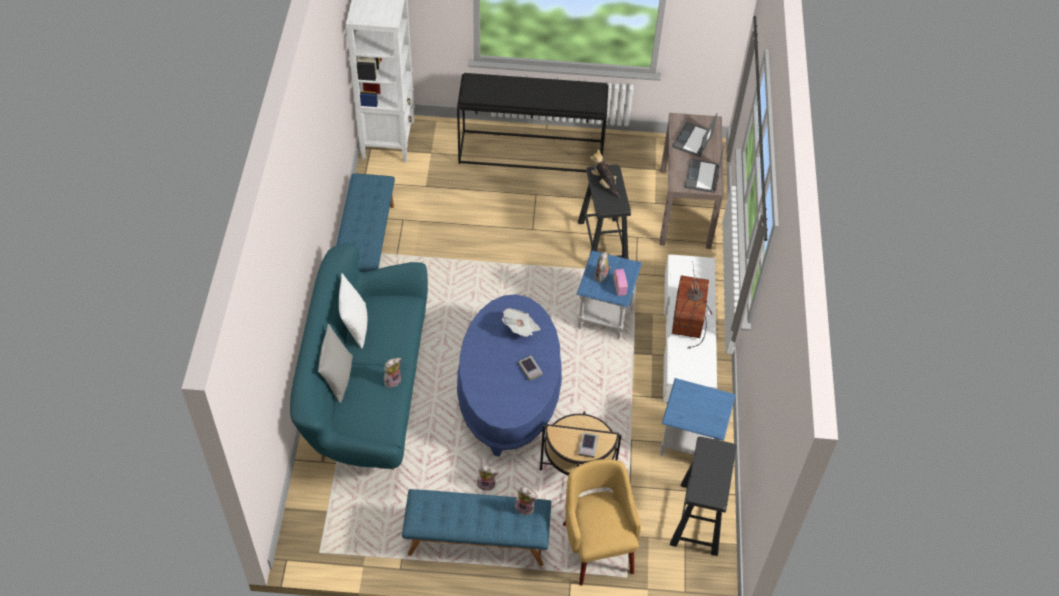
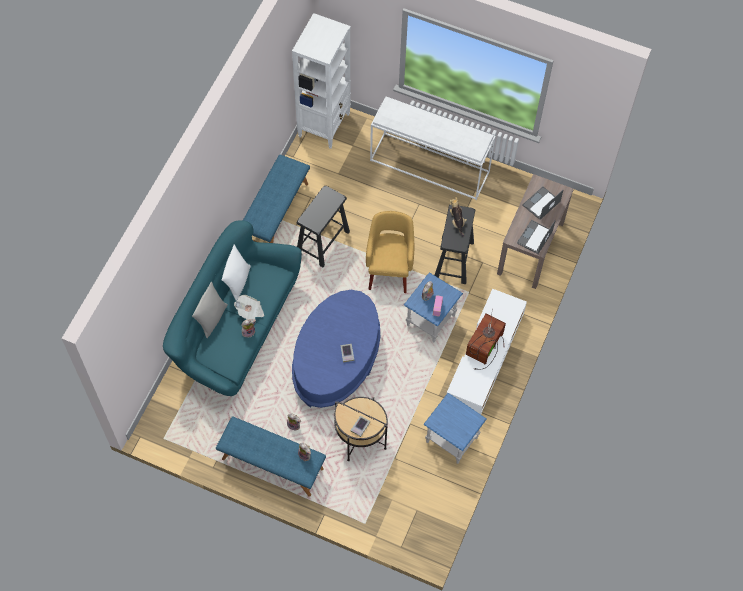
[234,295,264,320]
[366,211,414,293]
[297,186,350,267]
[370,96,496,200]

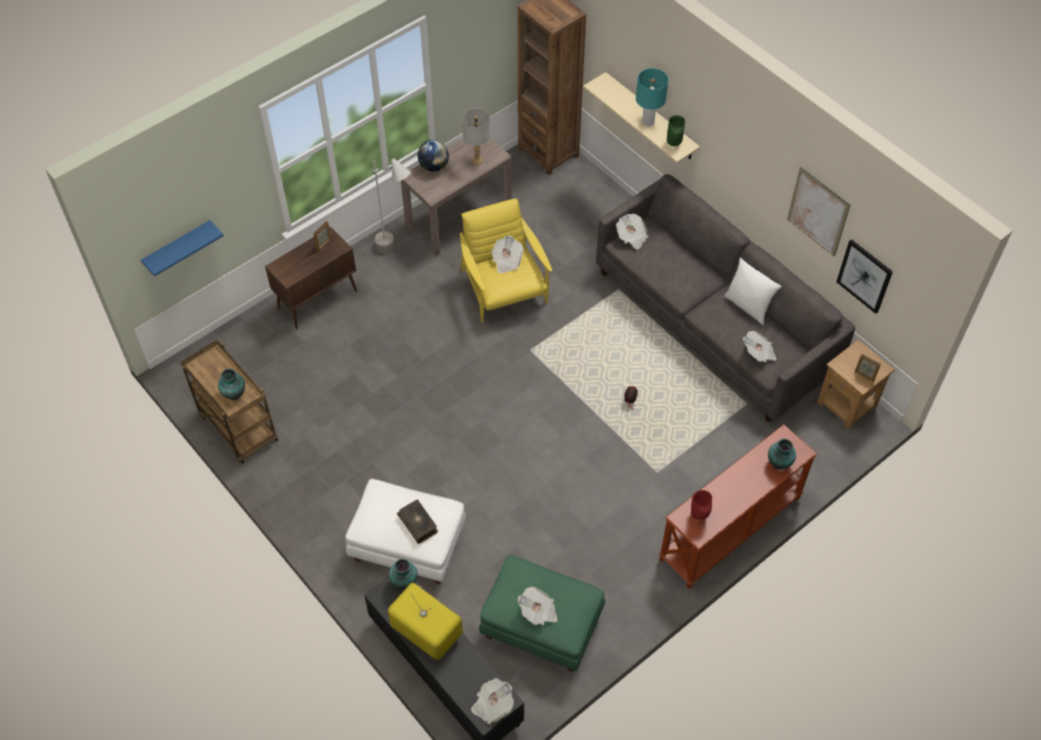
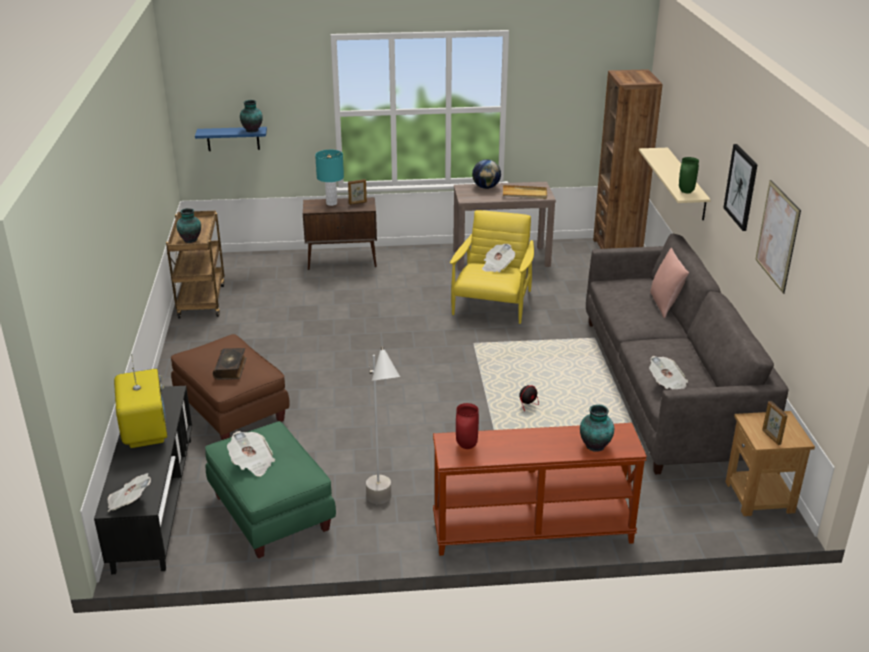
[616,214,649,249] (first image)
[724,257,781,325] (first image)
[650,248,689,318]
[366,346,400,504]
[240,100,263,132]
[315,150,344,206]
[723,144,757,231]
[503,185,547,199]
[171,334,290,440]

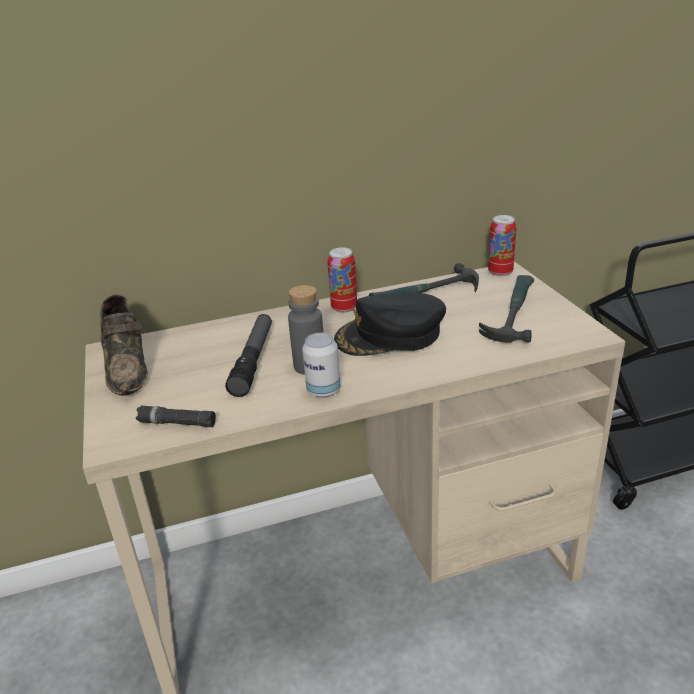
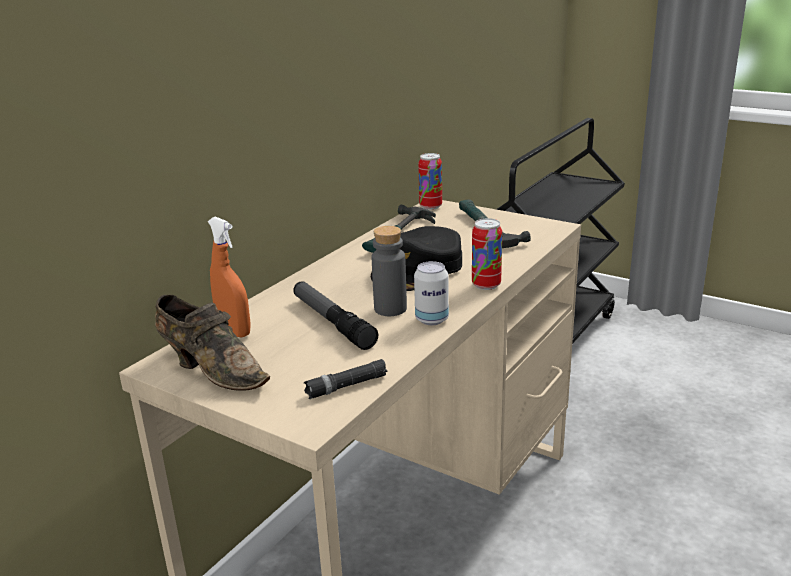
[208,217,251,338]
[472,218,502,290]

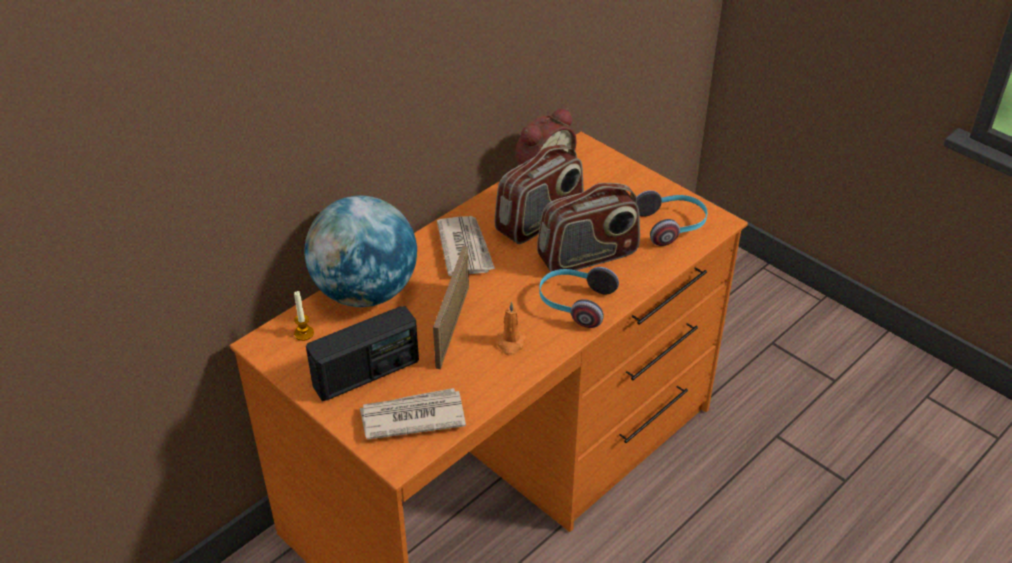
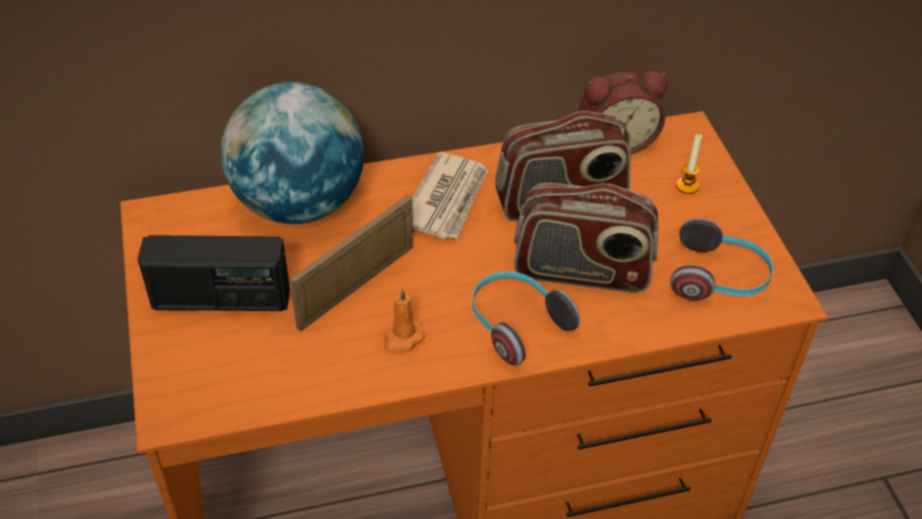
[360,388,466,440] (first image)
[676,134,702,194]

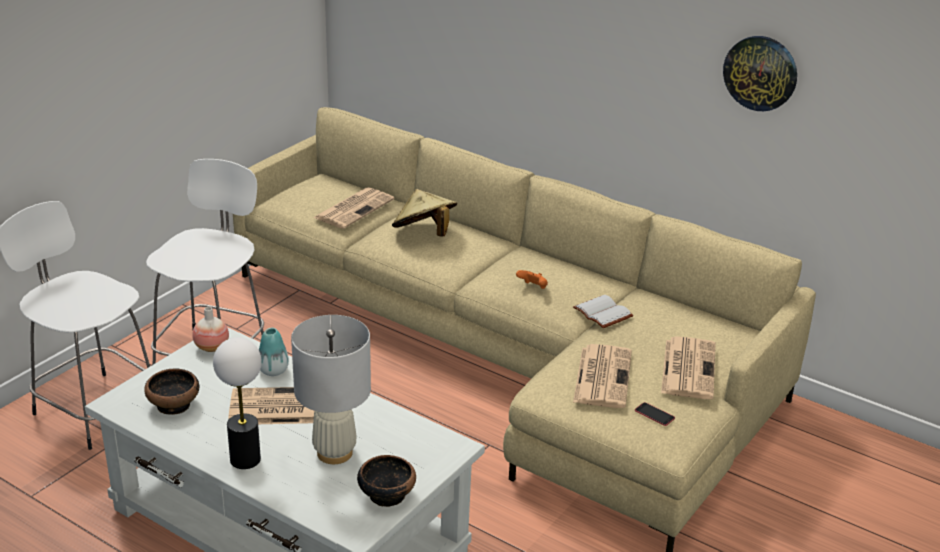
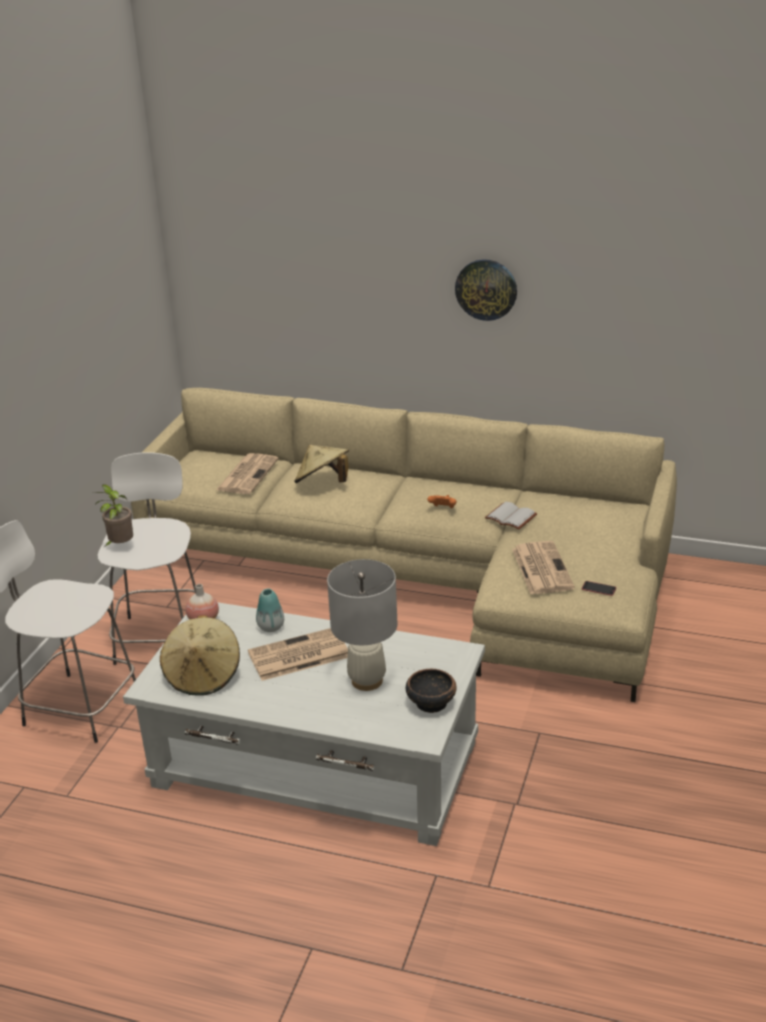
[213,337,262,469] (first image)
[661,336,716,399] (first image)
[91,484,133,547]
[455,259,517,321]
[160,615,240,696]

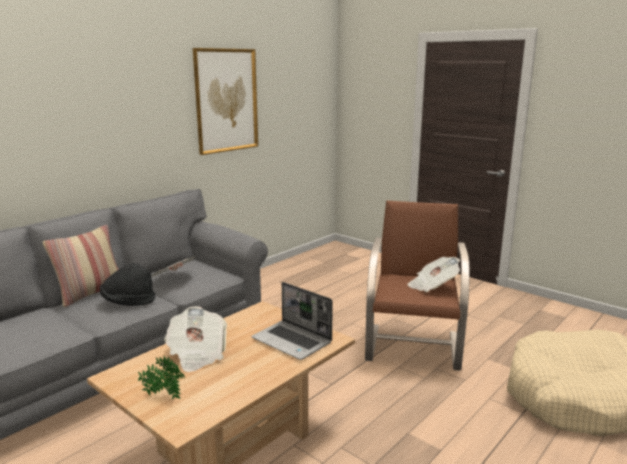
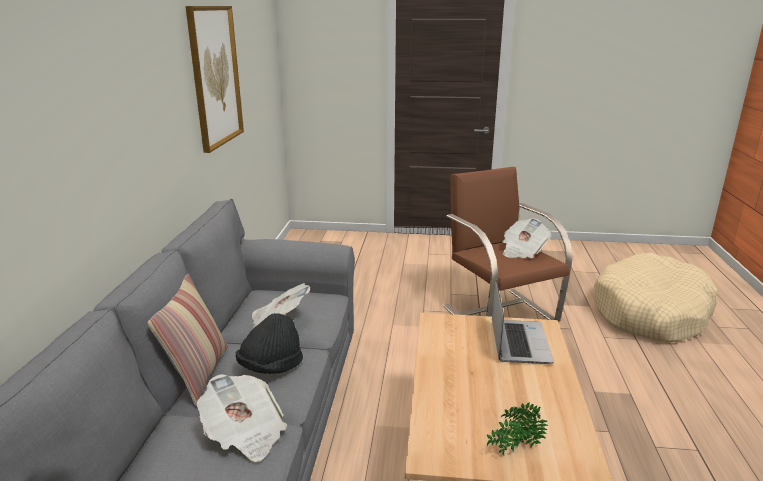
[197,374,287,462]
[492,280,554,364]

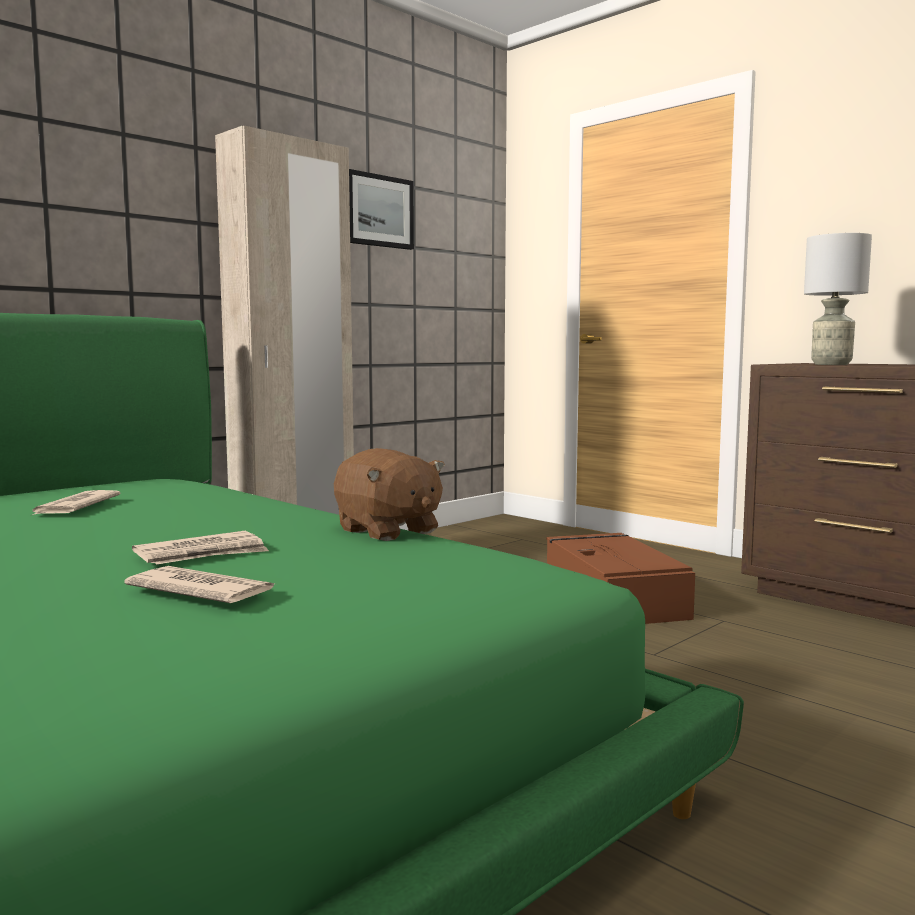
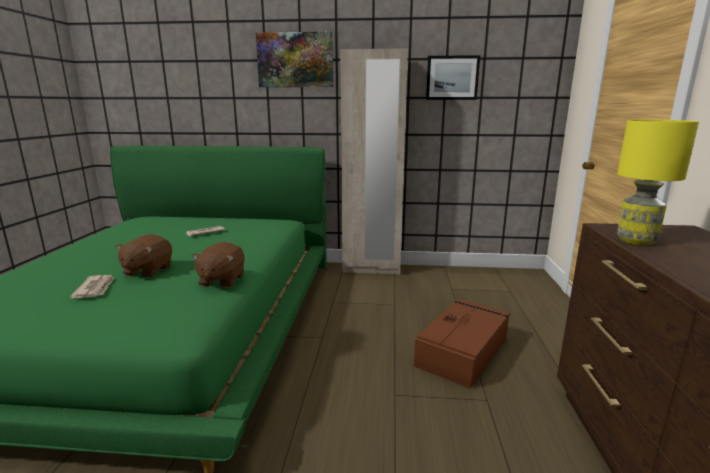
[256,32,333,87]
[115,234,172,278]
[617,120,699,245]

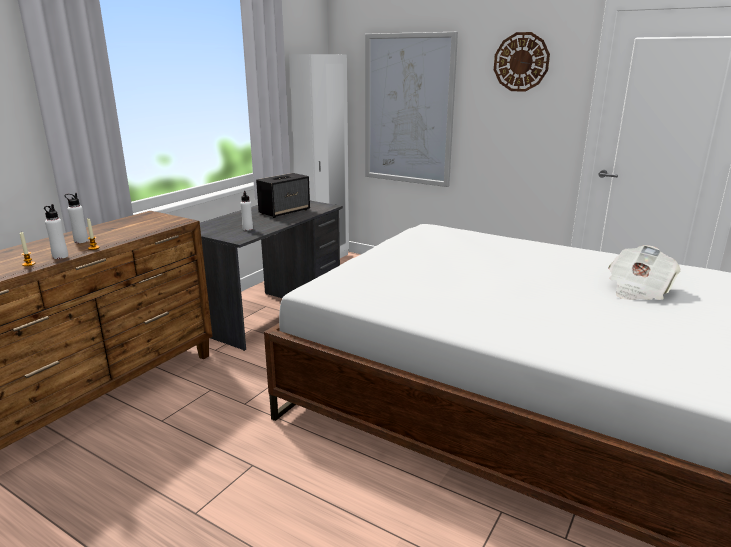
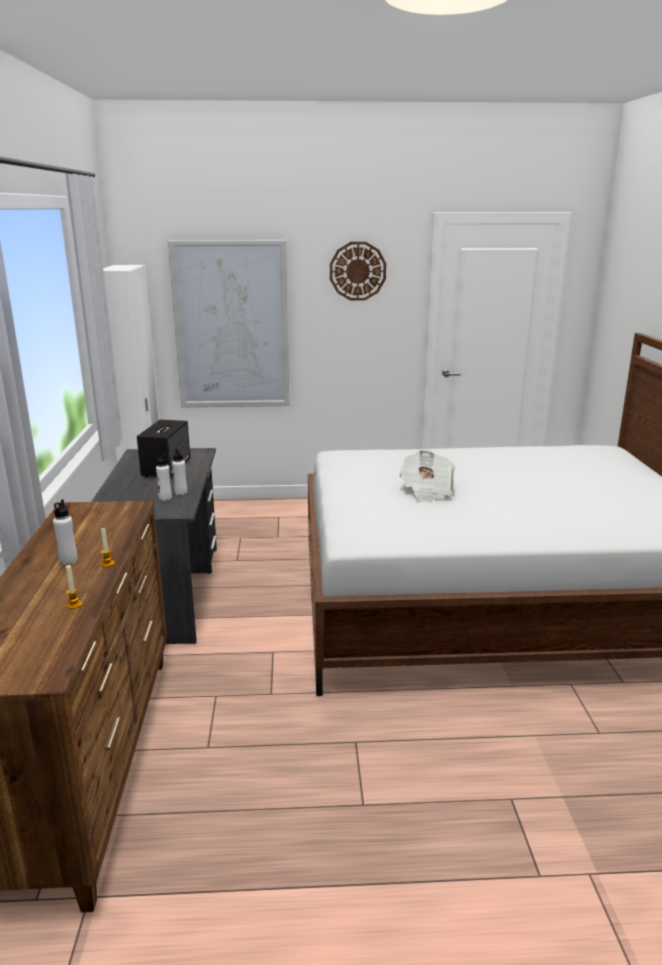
[172,448,187,495]
[400,450,455,502]

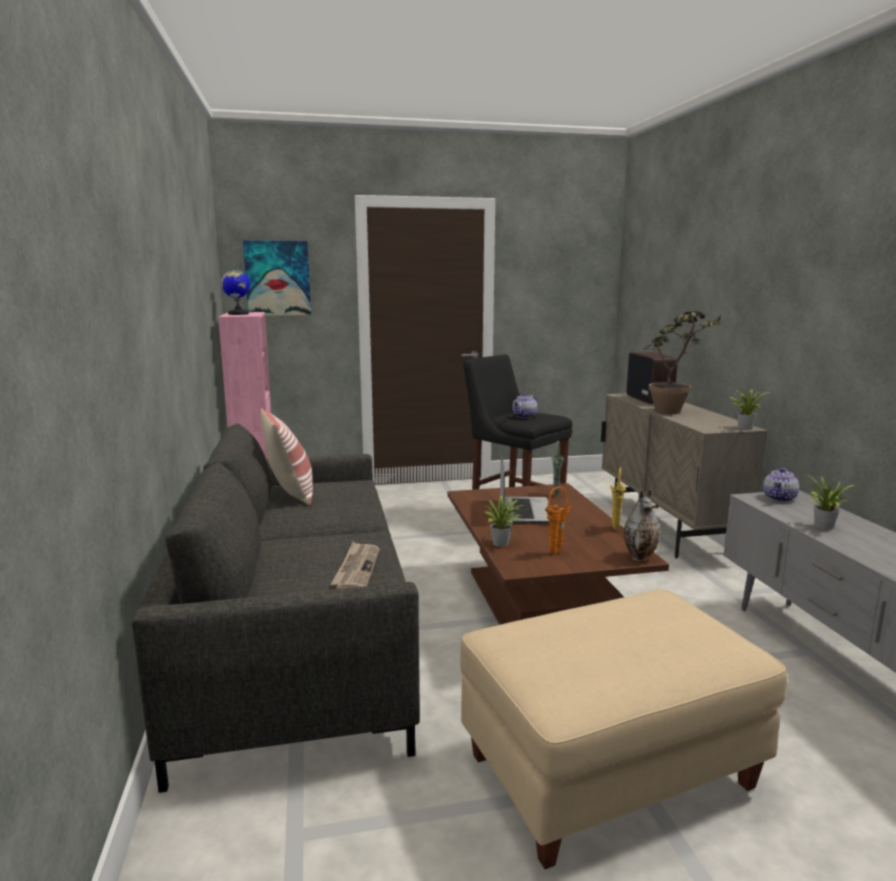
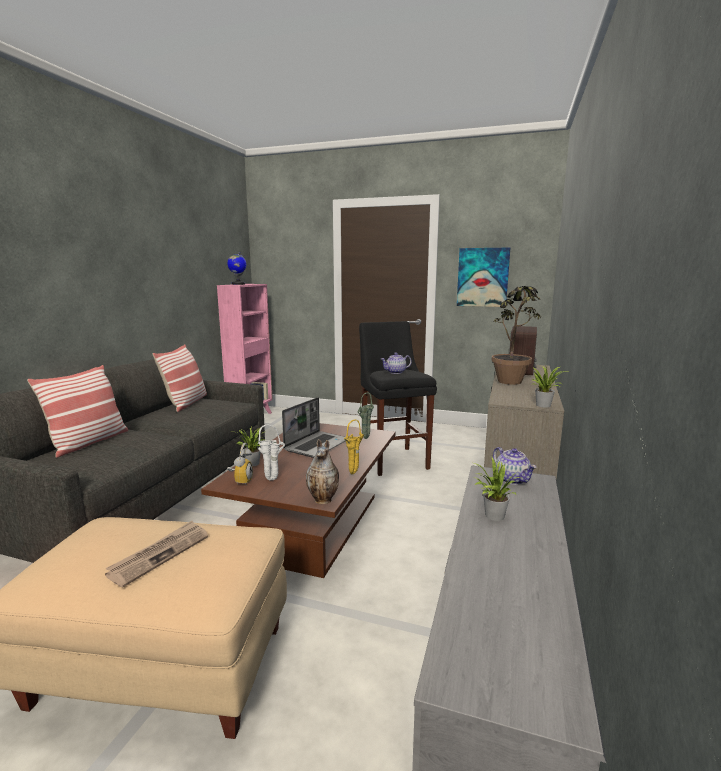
[27,365,128,458]
[227,443,253,484]
[457,247,510,307]
[105,521,208,587]
[258,425,285,480]
[493,447,537,485]

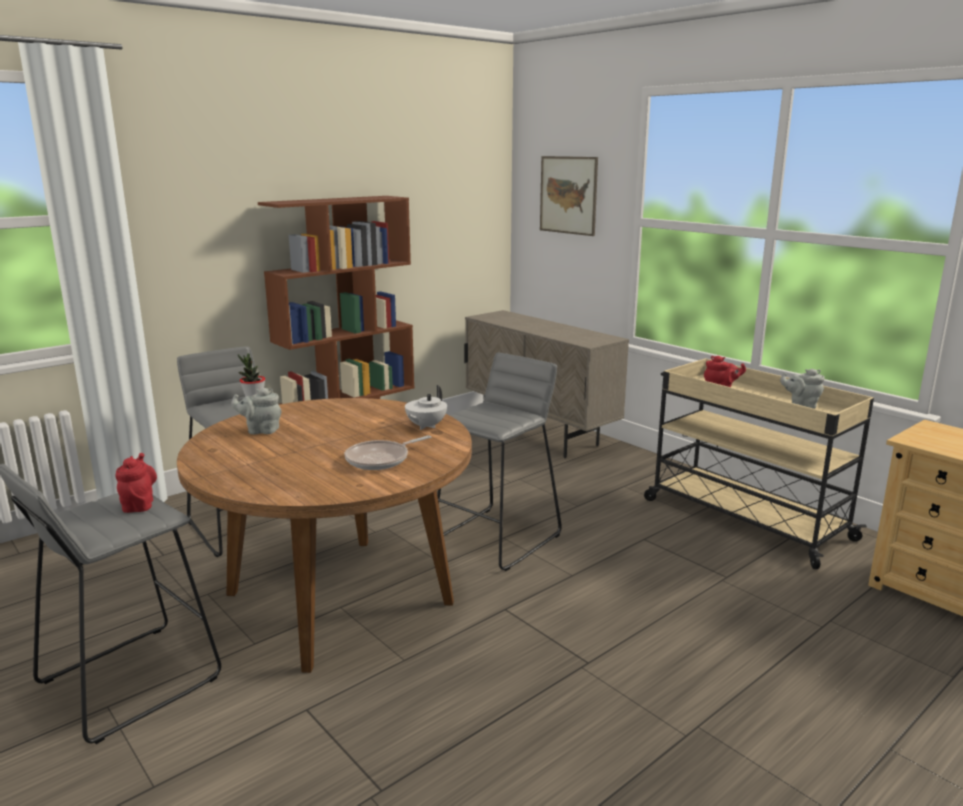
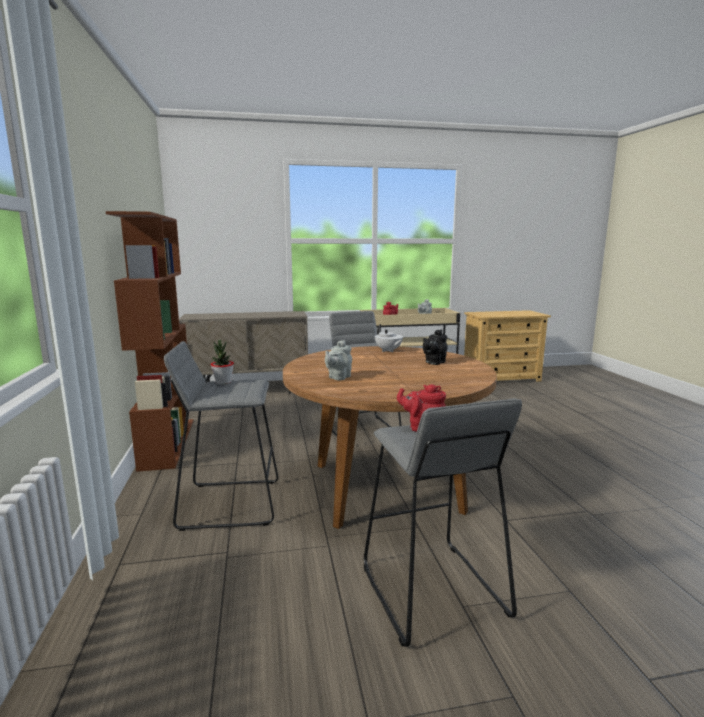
[540,156,598,236] (first image)
[423,330,448,365]

